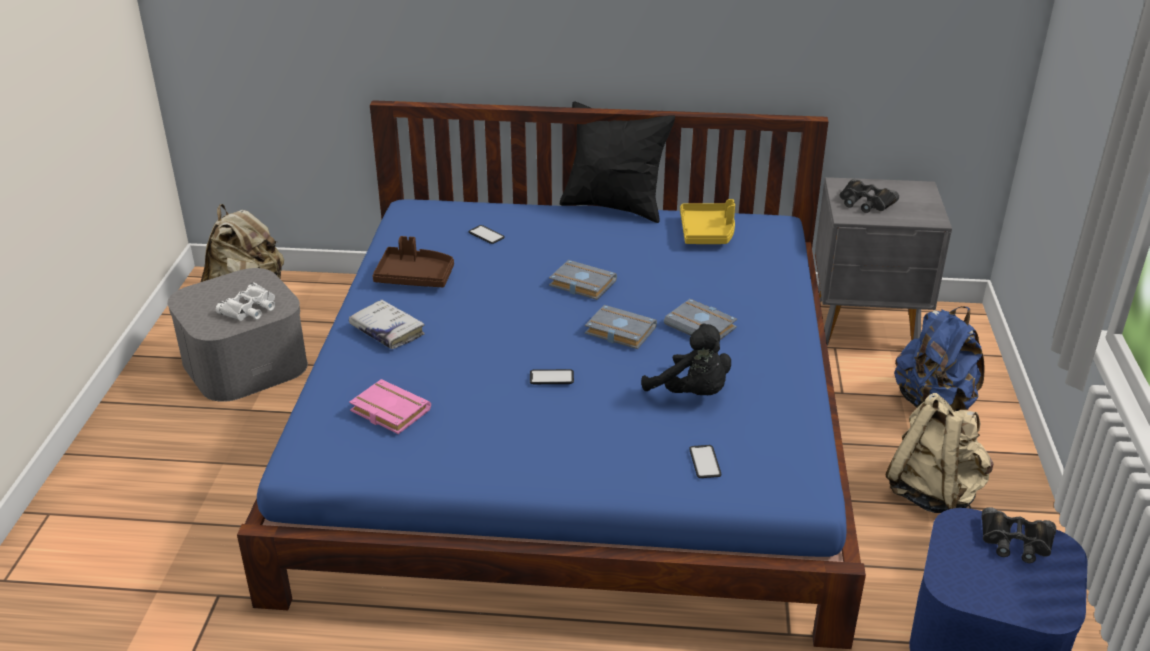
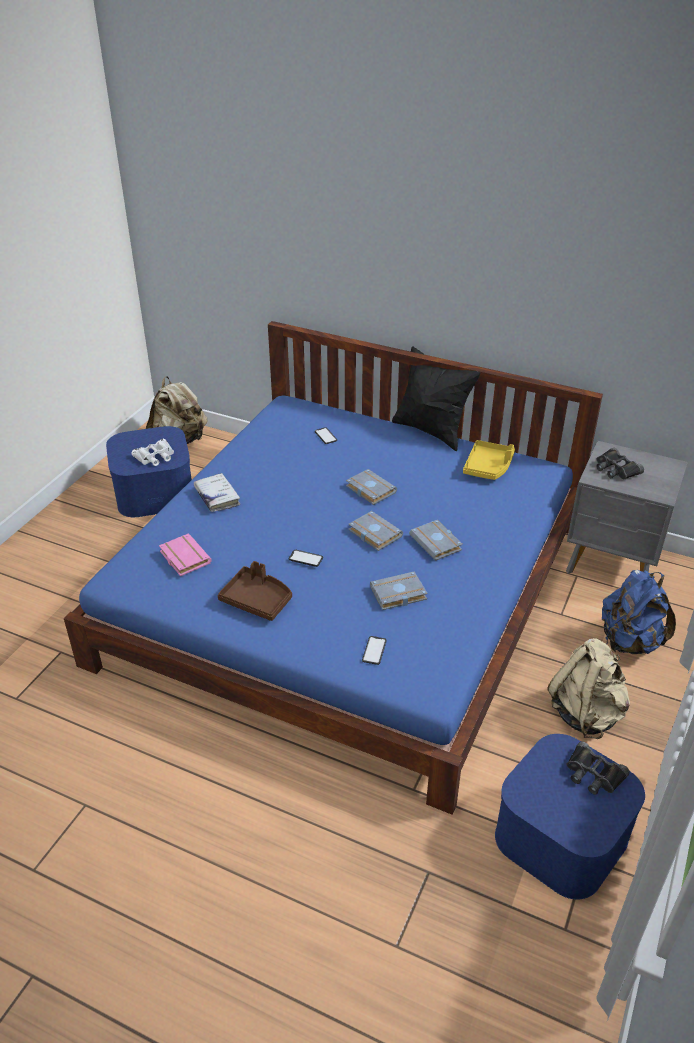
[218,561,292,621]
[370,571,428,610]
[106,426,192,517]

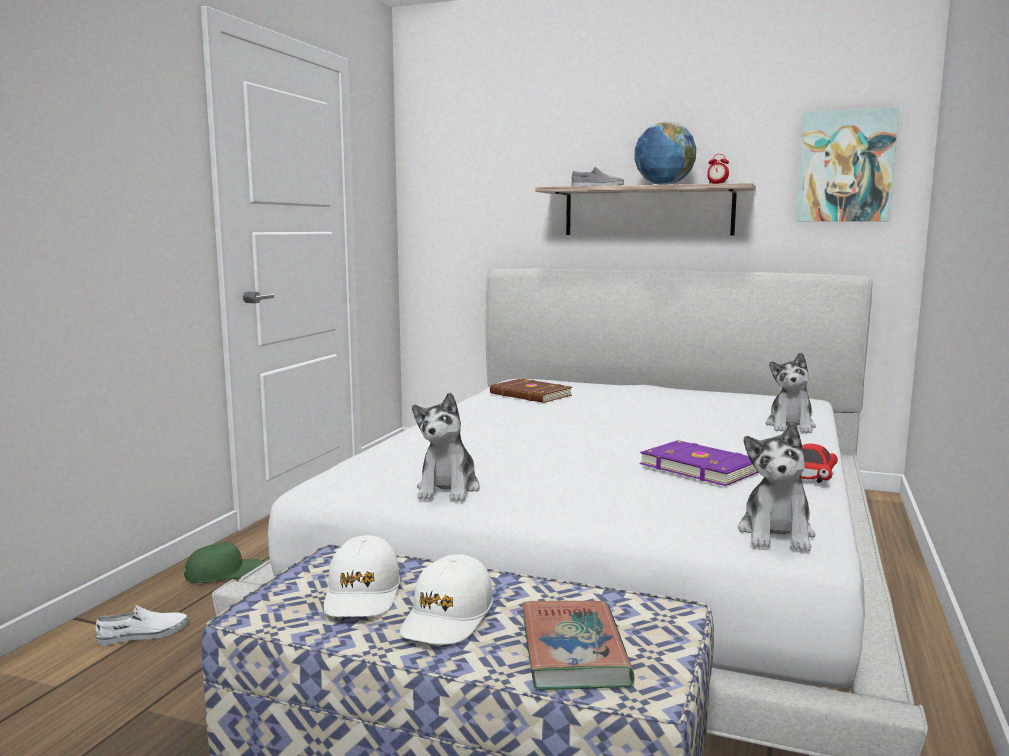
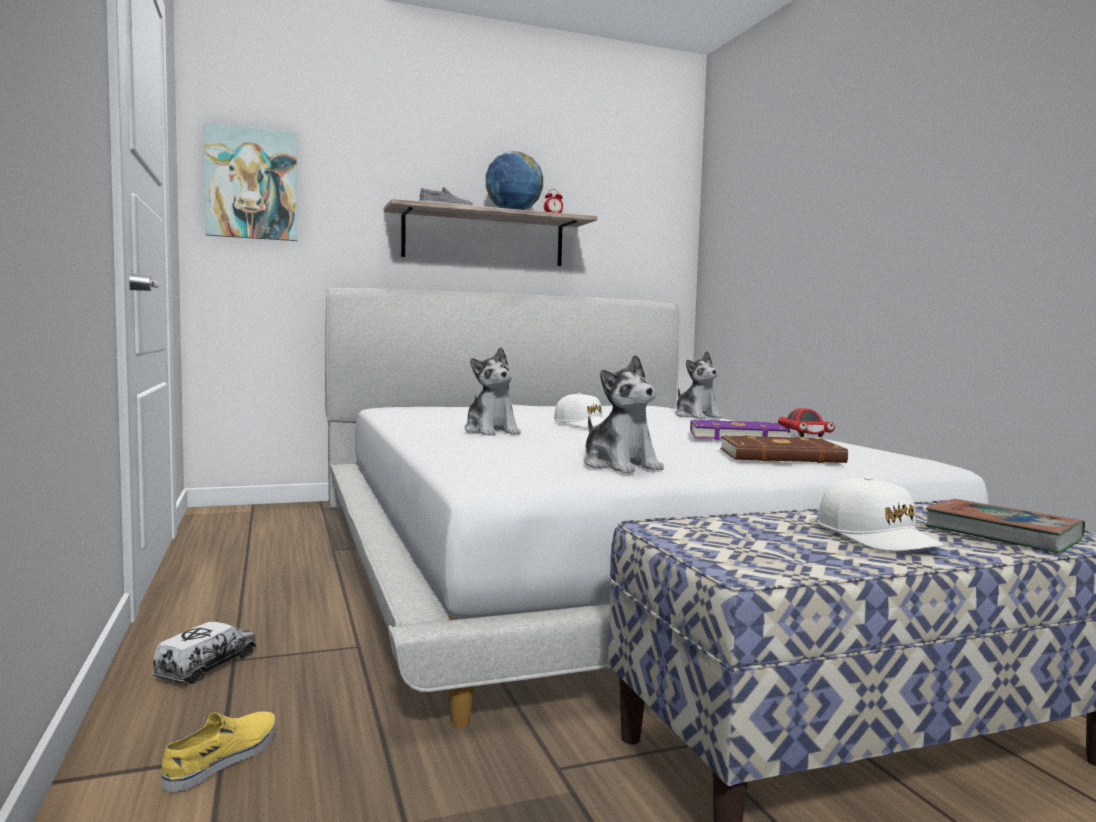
[554,393,605,428]
[720,435,848,463]
[464,347,521,436]
[203,122,297,241]
[152,622,256,684]
[162,711,276,792]

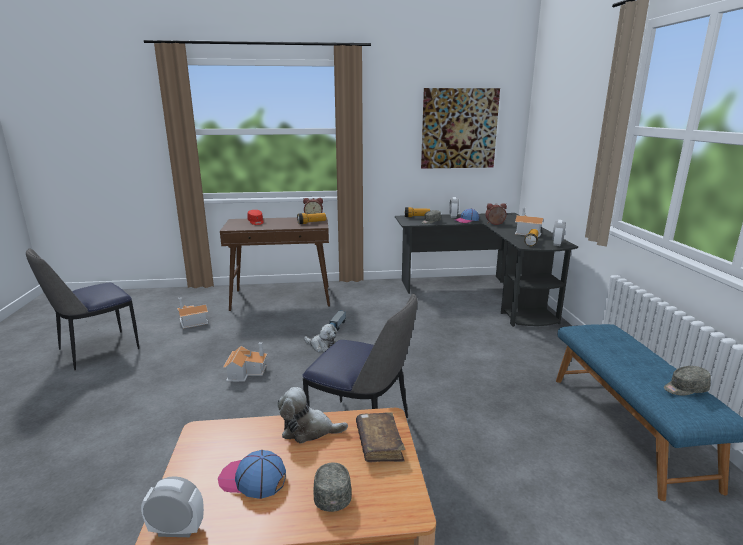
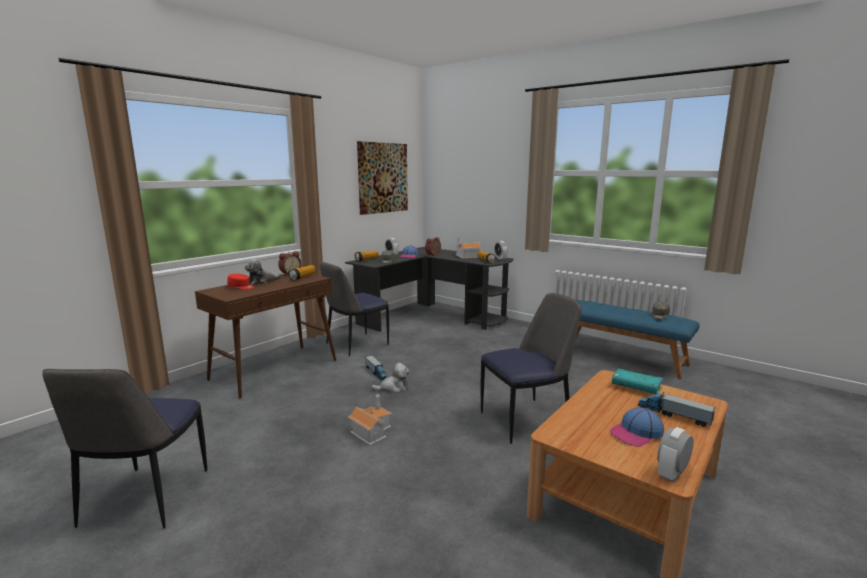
[177,297,208,329] (first image)
[320,261,389,356]
[245,259,283,285]
[638,392,716,427]
[612,369,663,394]

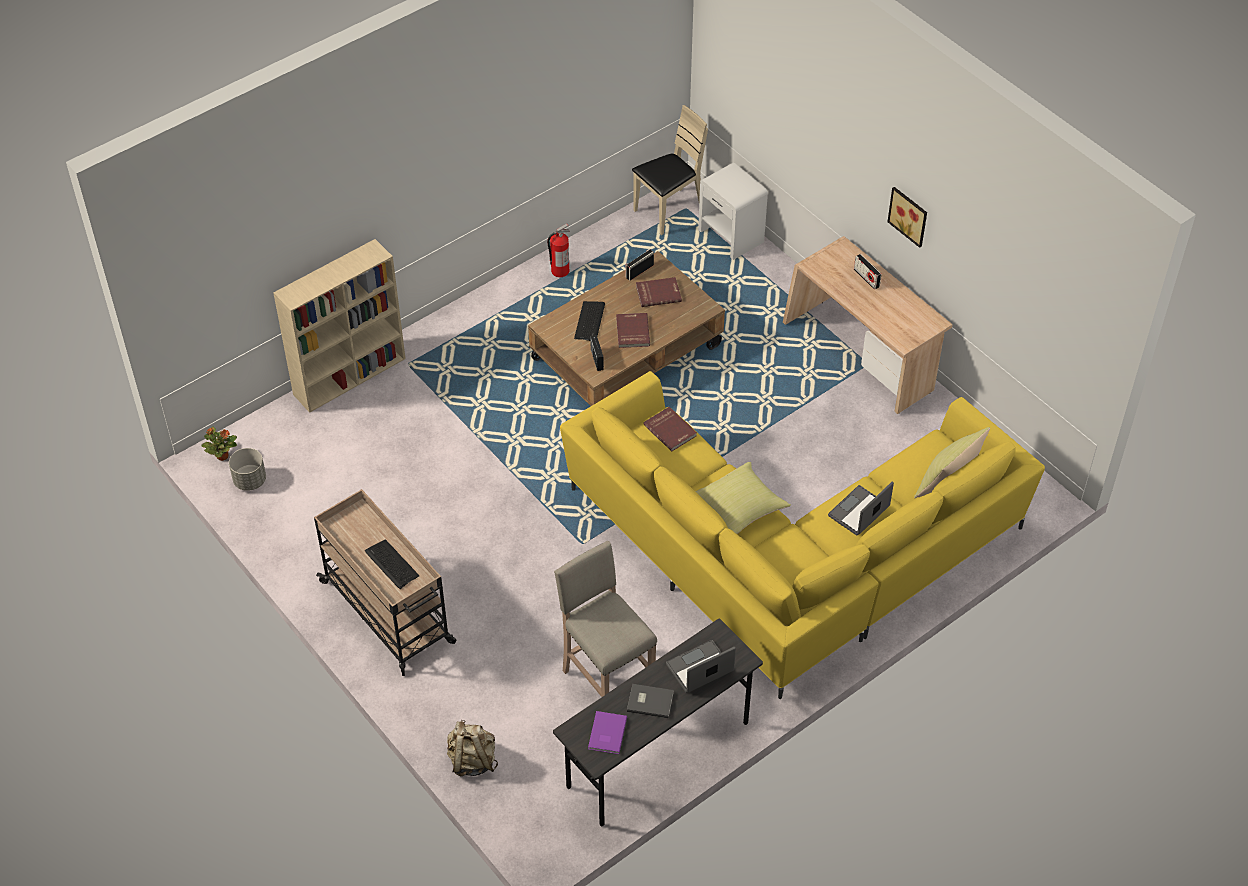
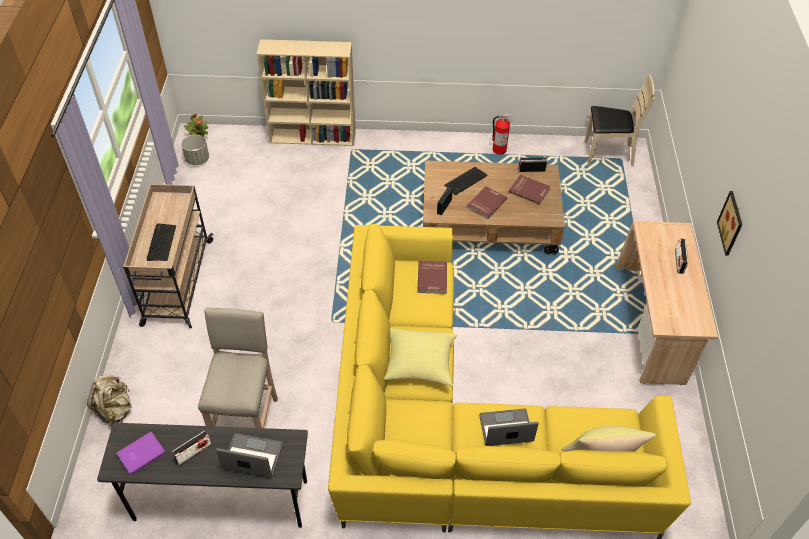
[698,163,768,260] (first image)
[172,430,212,466]

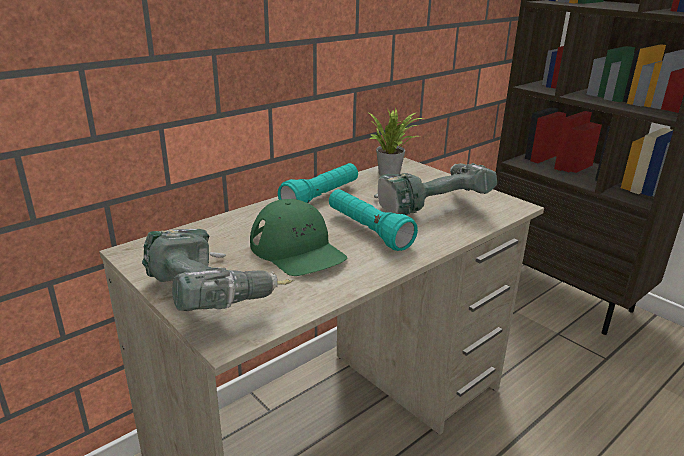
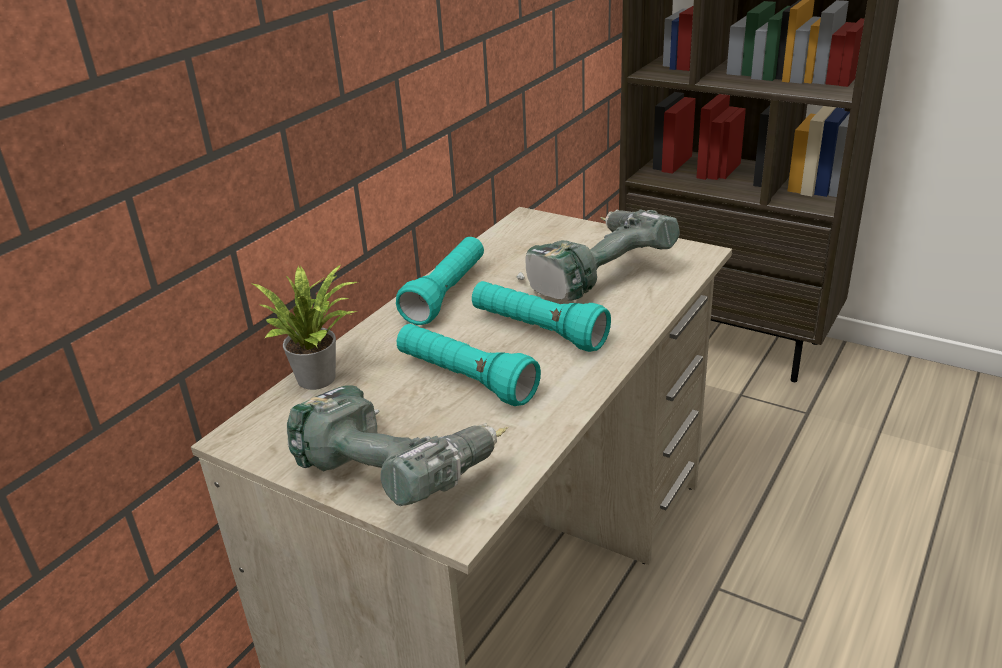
[253,265,357,390]
[397,324,541,406]

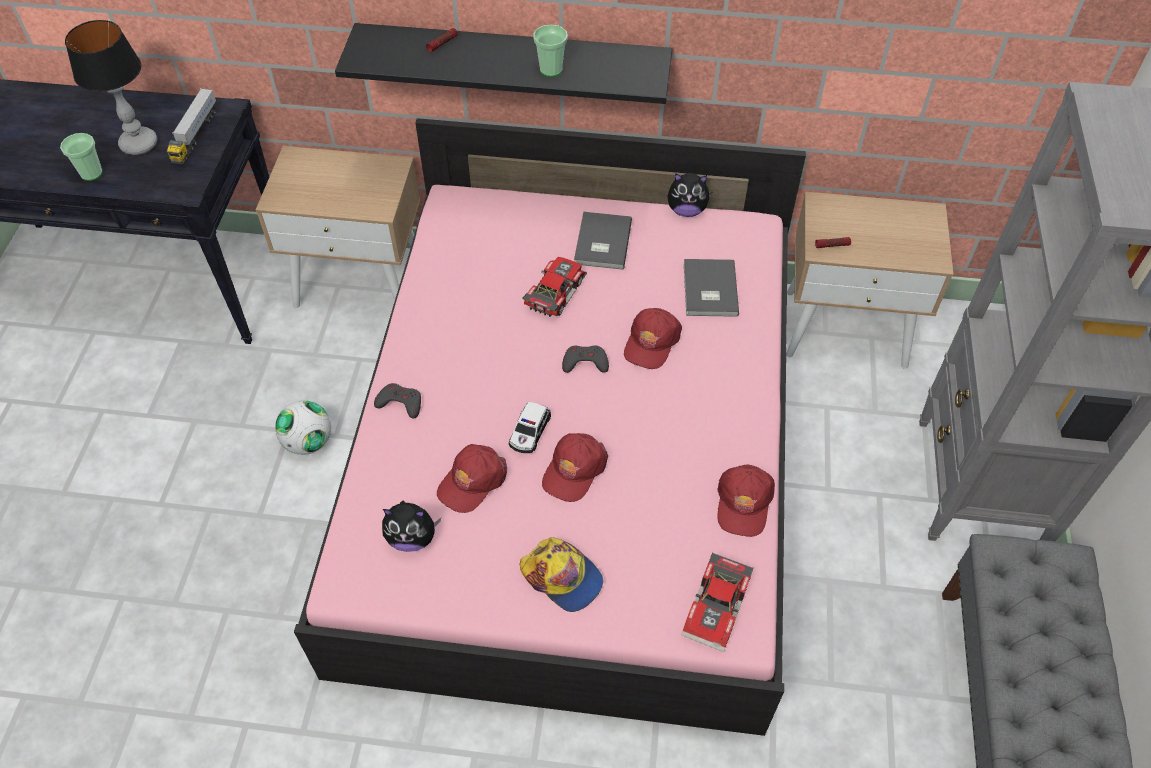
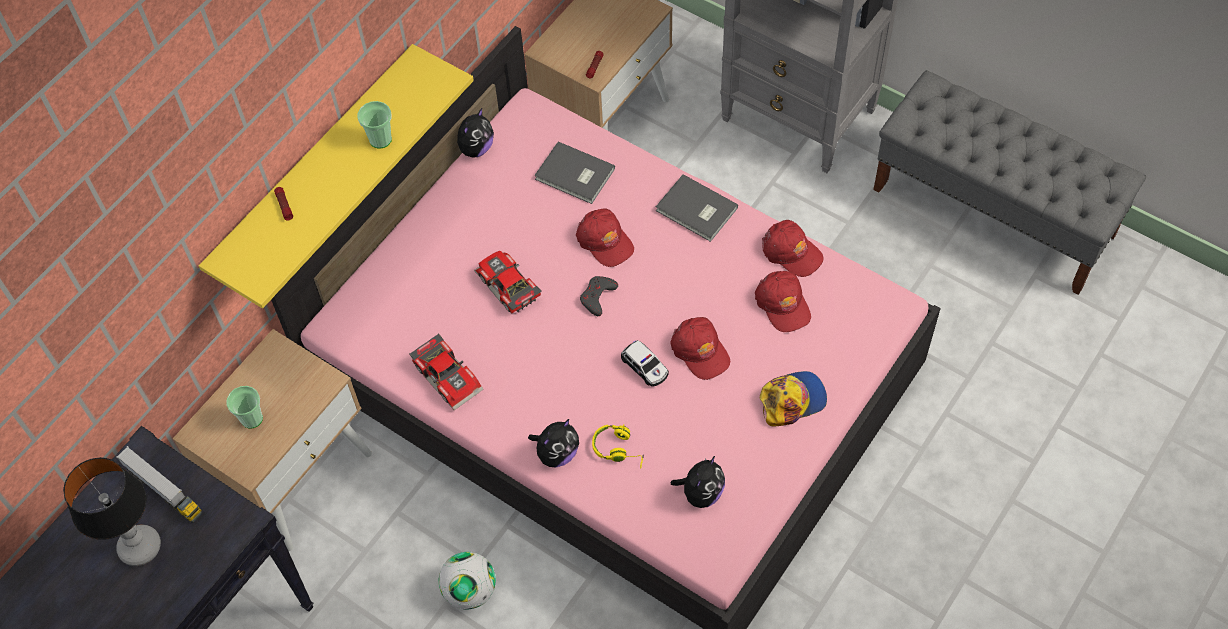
[592,424,644,469]
[226,386,263,429]
[755,271,811,332]
[656,174,738,242]
[409,333,483,410]
[528,419,579,467]
[199,44,474,309]

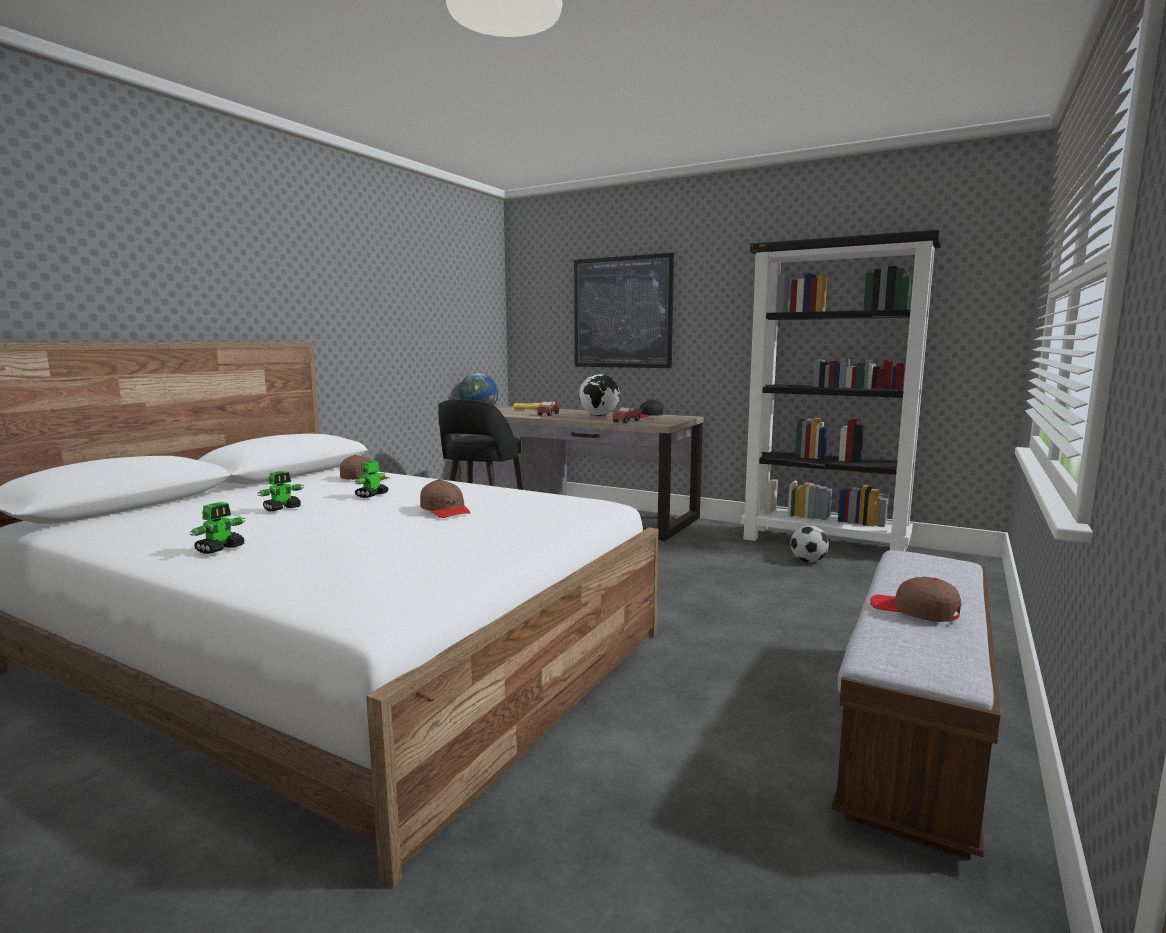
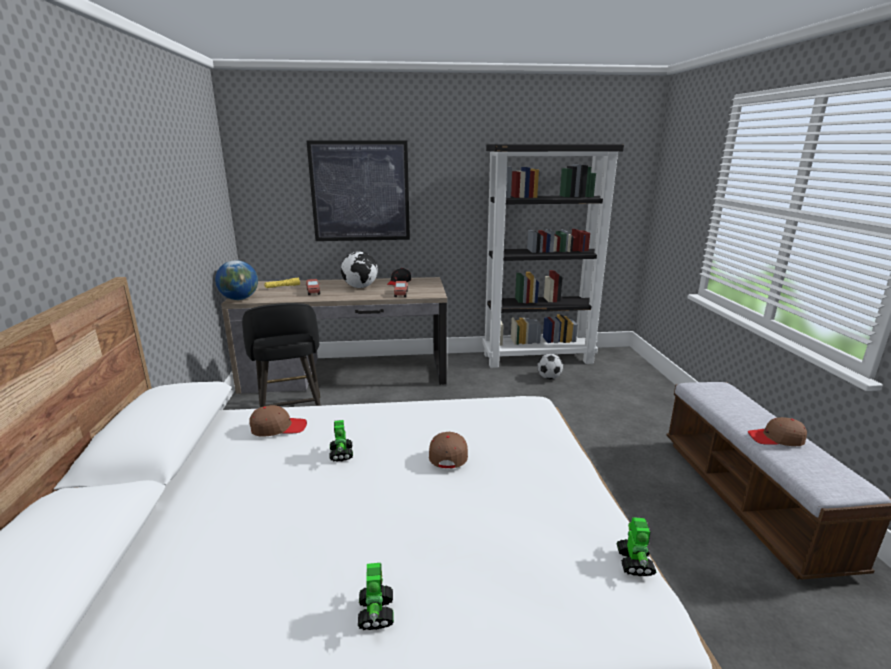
[616,517,656,576]
[429,432,468,468]

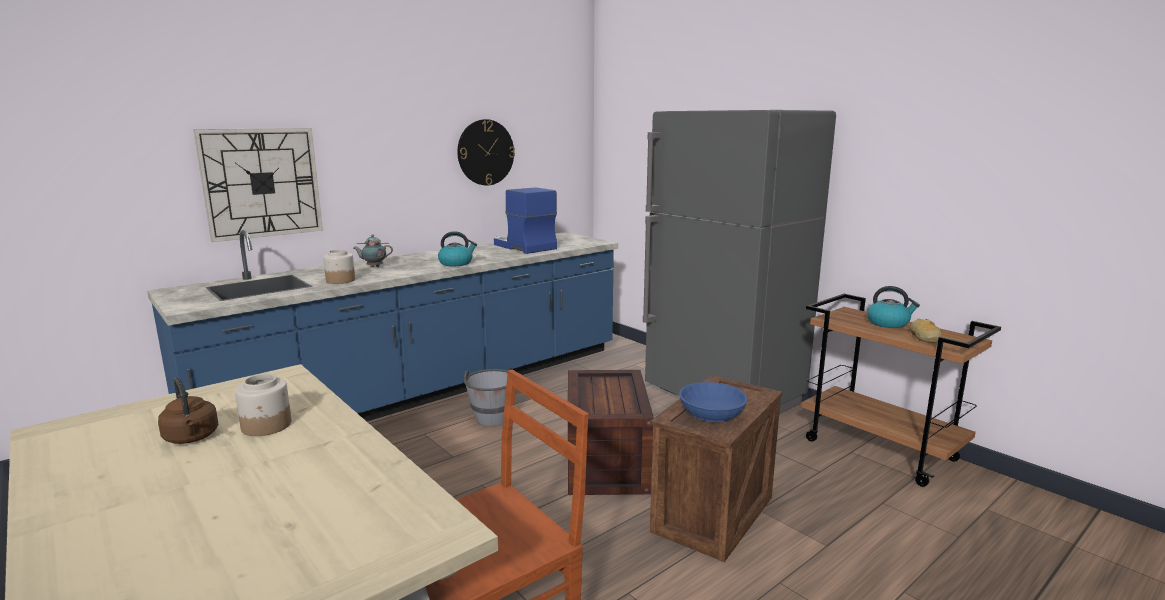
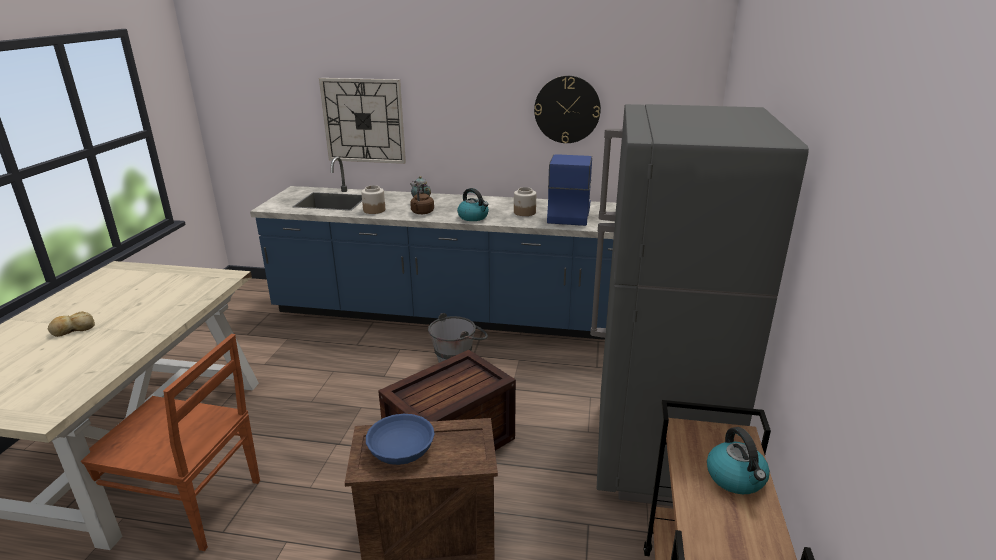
[410,184,434,214]
[514,187,536,216]
[48,311,95,337]

